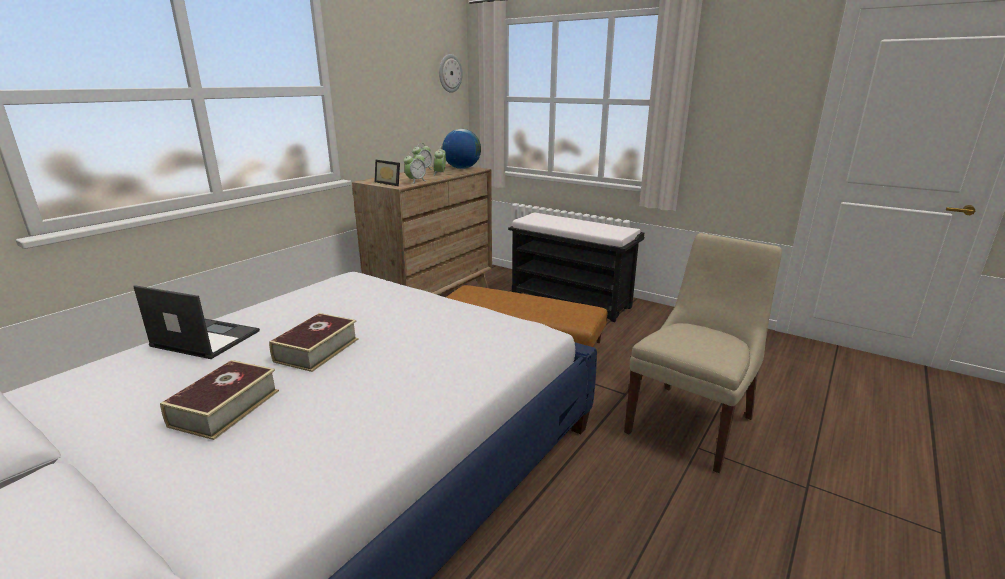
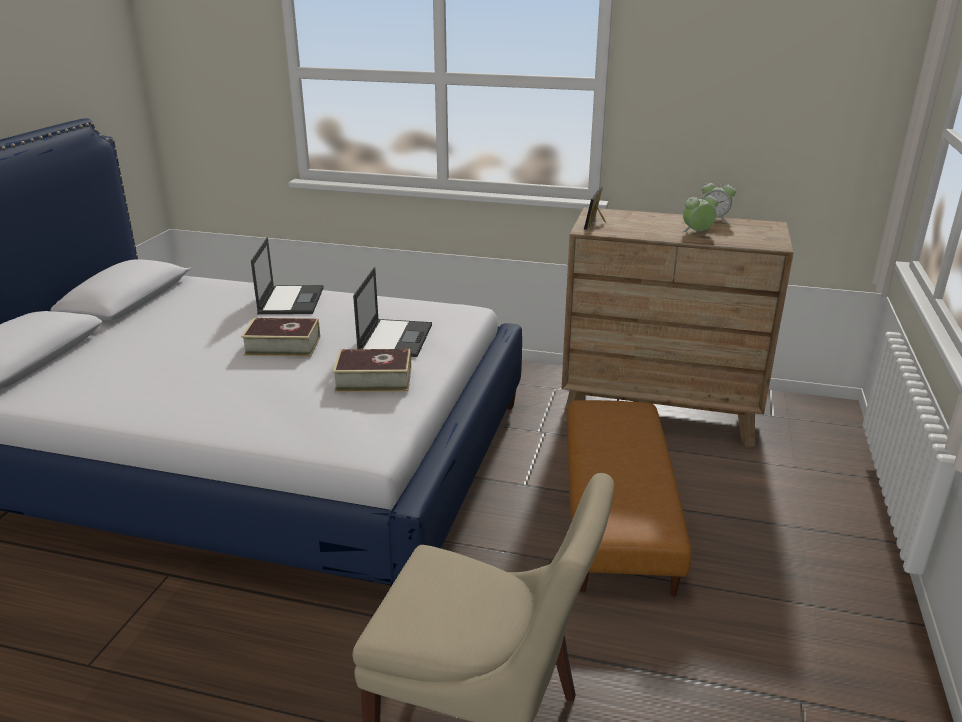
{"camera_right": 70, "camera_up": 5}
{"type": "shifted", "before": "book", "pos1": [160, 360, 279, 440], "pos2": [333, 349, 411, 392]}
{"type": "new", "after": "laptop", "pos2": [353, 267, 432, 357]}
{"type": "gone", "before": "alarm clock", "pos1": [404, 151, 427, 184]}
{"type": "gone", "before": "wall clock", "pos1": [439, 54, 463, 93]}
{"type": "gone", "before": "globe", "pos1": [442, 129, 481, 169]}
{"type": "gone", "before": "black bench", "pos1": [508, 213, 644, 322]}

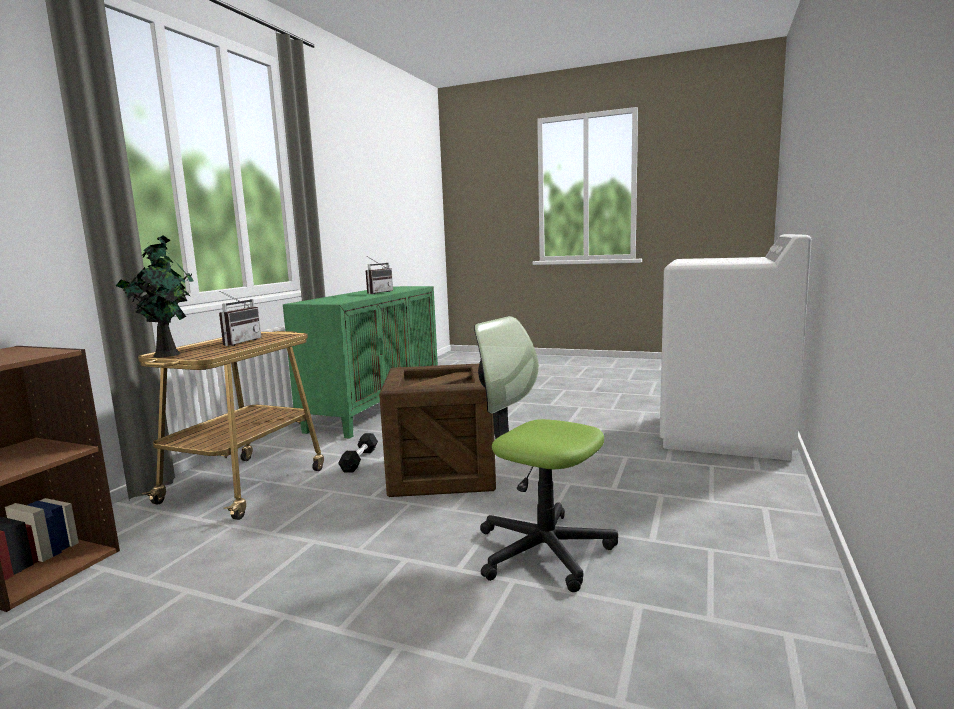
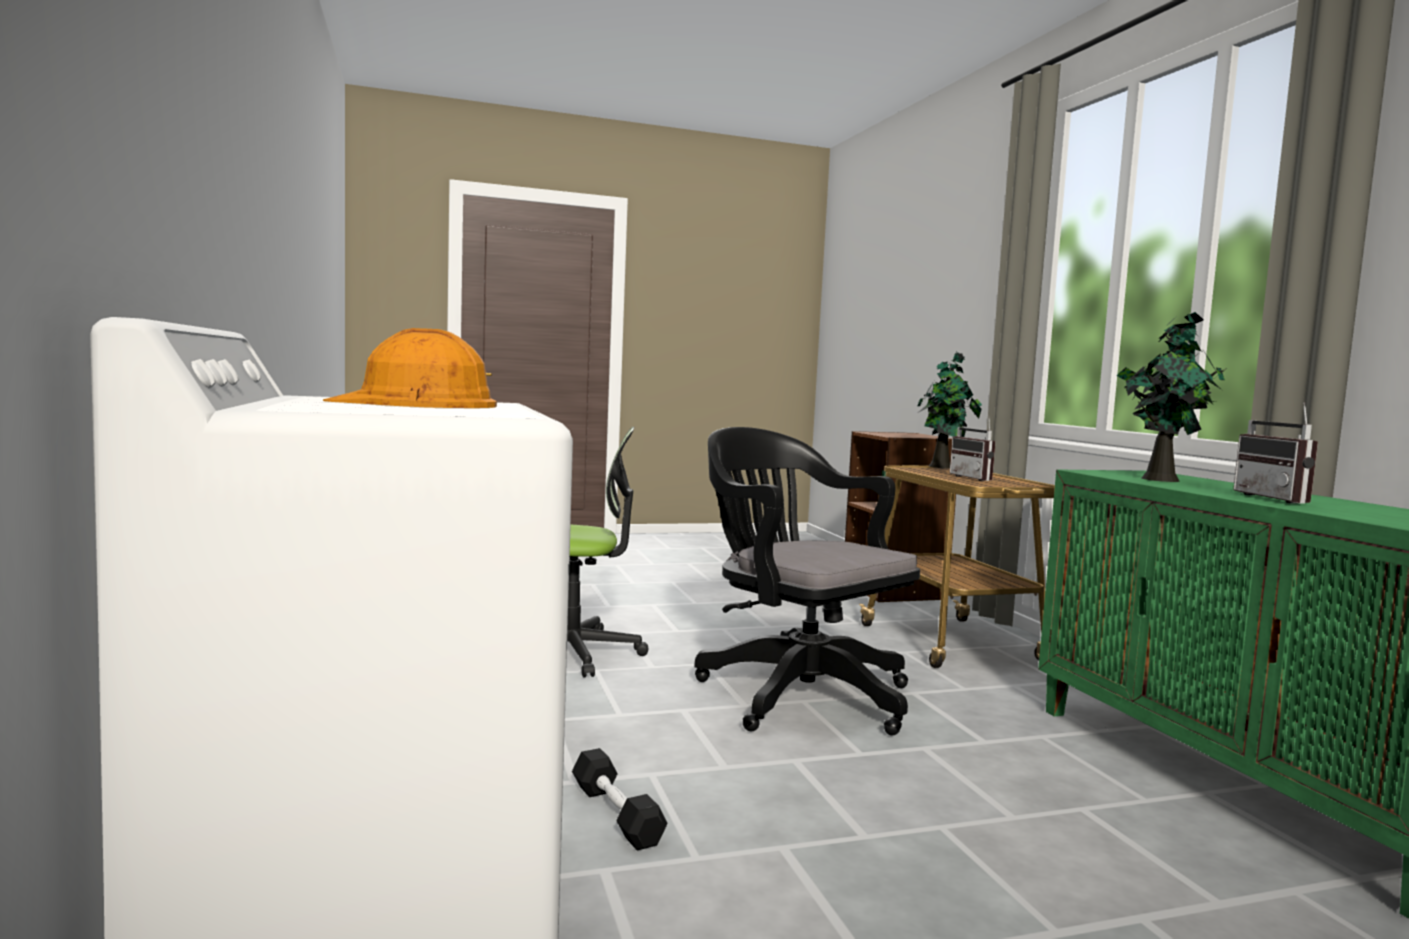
{"camera_right": 140, "camera_up": -5}
{"type": "new", "after": "orange hard hat", "pos2": [323, 328, 497, 408]}
{"type": "shifted", "before": "black dumbbell", "pos1": [338, 433, 378, 473], "pos2": [572, 748, 668, 850]}
{"type": "swapped", "before": "crate", "after": "black office chair", "pos1": [379, 364, 496, 497], "pos2": [694, 427, 920, 736]}
{"type": "new", "after": "potted plant", "pos2": [1116, 312, 1225, 482]}

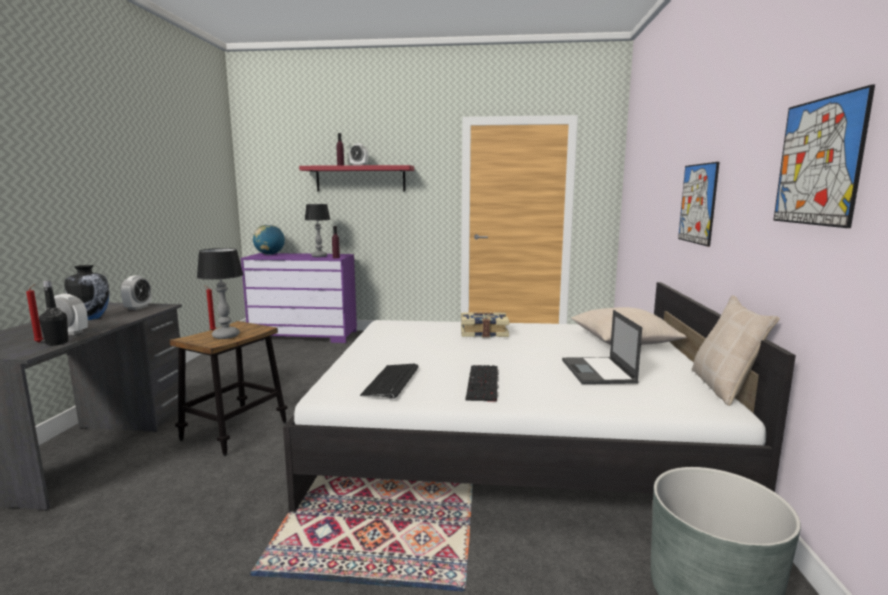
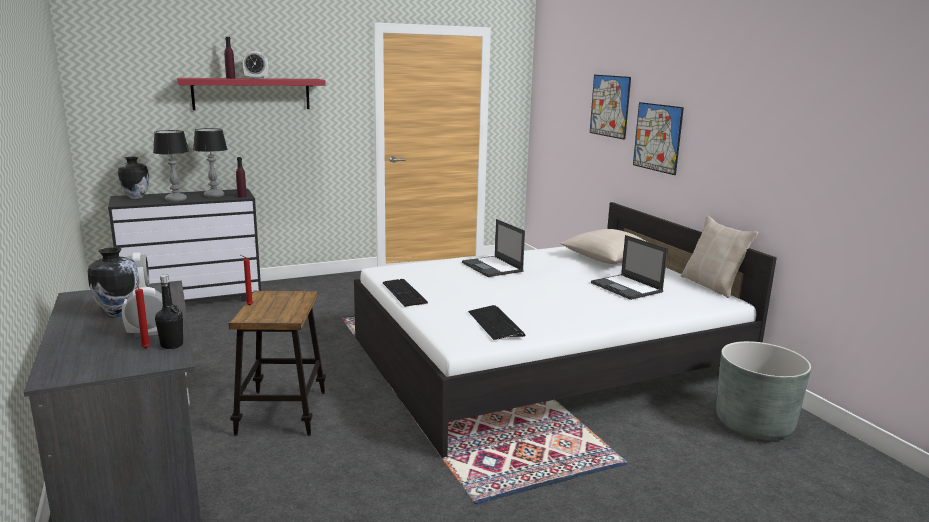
{"camera_right": -30, "camera_up": 5}
{"type": "repainted", "before": "purple dresser", "after": "black dresser", "pos1": [241, 253, 357, 343], "pos2": [108, 189, 261, 302]}
{"type": "swapped", "before": "globe", "after": "vase", "pos1": [253, 224, 285, 255], "pos2": [118, 157, 149, 199]}
{"type": "shifted", "before": "table lamp", "pos1": [197, 248, 244, 339], "pos2": [153, 130, 189, 202]}
{"type": "shifted", "before": "keyboard", "pos1": [465, 365, 499, 402], "pos2": [383, 279, 428, 307]}
{"type": "swapped", "before": "book", "after": "laptop", "pos1": [461, 312, 509, 338], "pos2": [462, 219, 525, 277]}
{"type": "shifted", "before": "picture", "pos1": [773, 84, 875, 228], "pos2": [590, 75, 631, 140]}

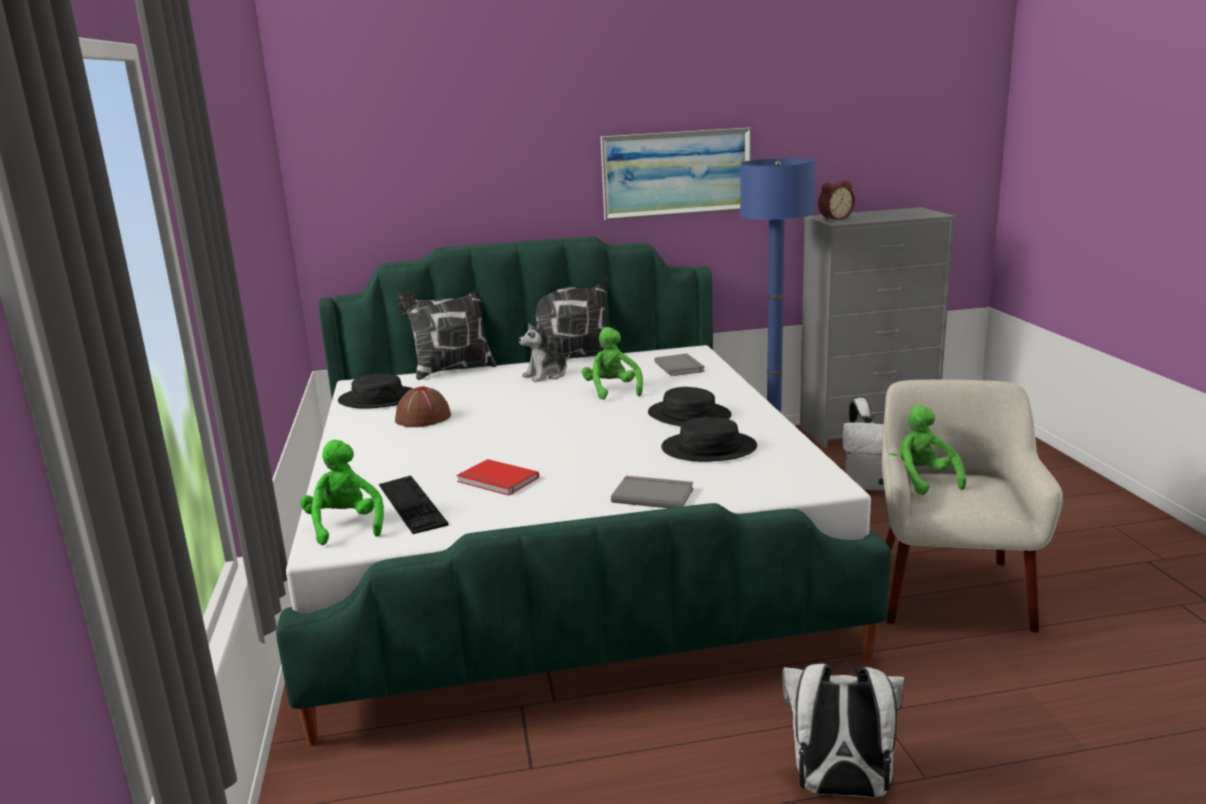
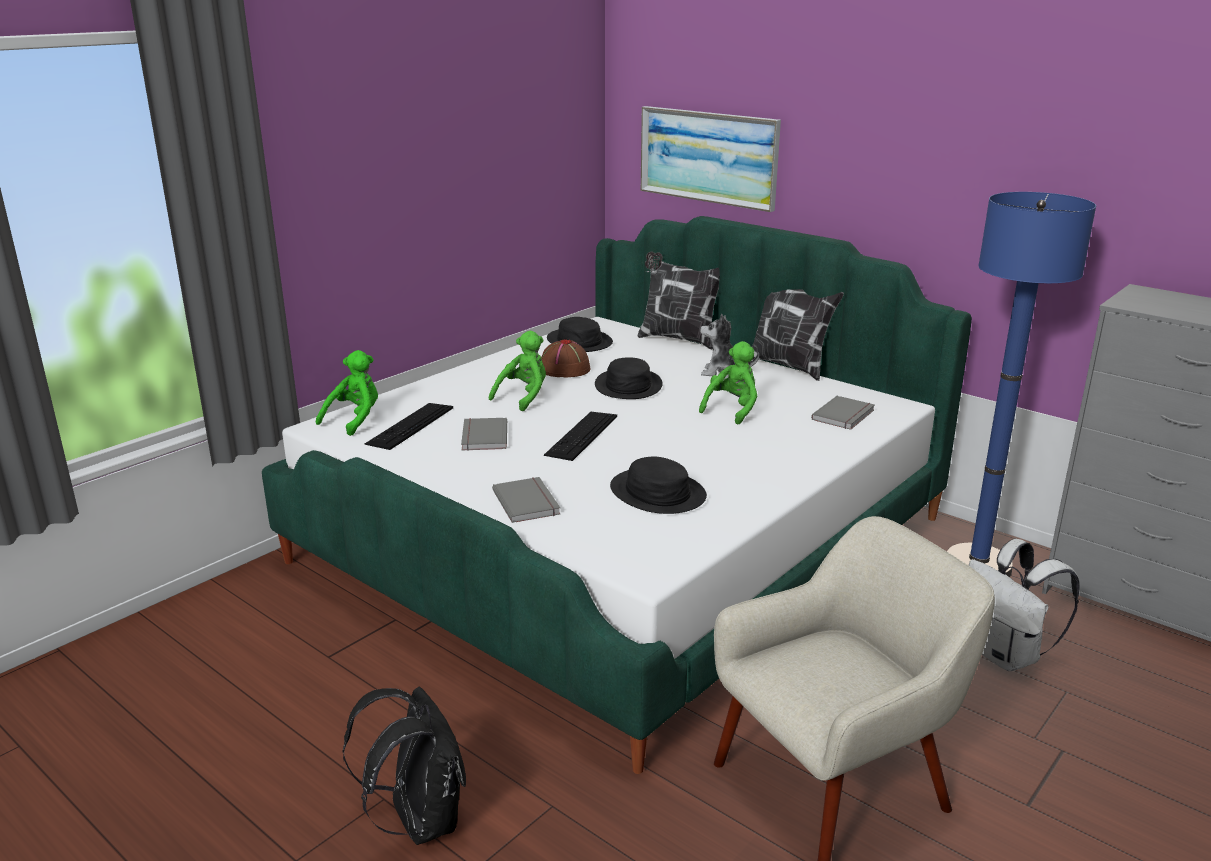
{"camera_right": 50, "camera_up": 5}
{"type": "repainted", "before": "white backpack", "after": "black backpack", "pos1": [782, 661, 904, 797], "pos2": [343, 687, 466, 845]}
{"type": "repainted", "before": "red book", "after": "grey book", "pos1": [456, 459, 539, 496], "pos2": [461, 418, 507, 451]}
{"type": "shifted", "before": "green plush toy", "pos1": [889, 405, 966, 495], "pos2": [489, 331, 546, 411]}
{"type": "new", "after": "keyboard", "pos2": [544, 412, 617, 461]}
{"type": "shifted", "before": "black hat", "pos1": [648, 387, 731, 426], "pos2": [595, 357, 663, 399]}
{"type": "shifted", "before": "picture", "pos1": [601, 128, 751, 220], "pos2": [641, 106, 781, 212]}
{"type": "gone", "before": "alarm clock", "pos1": [818, 180, 855, 221]}

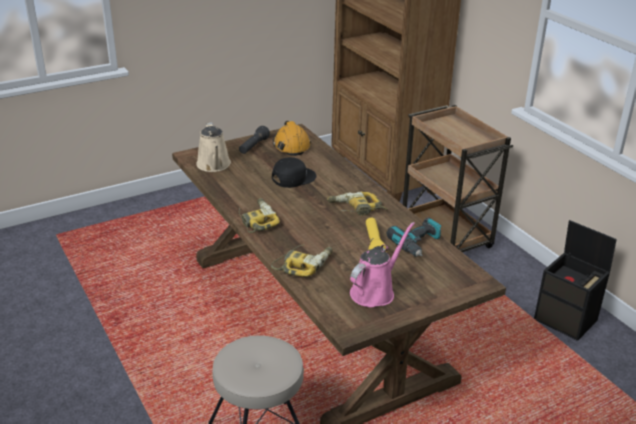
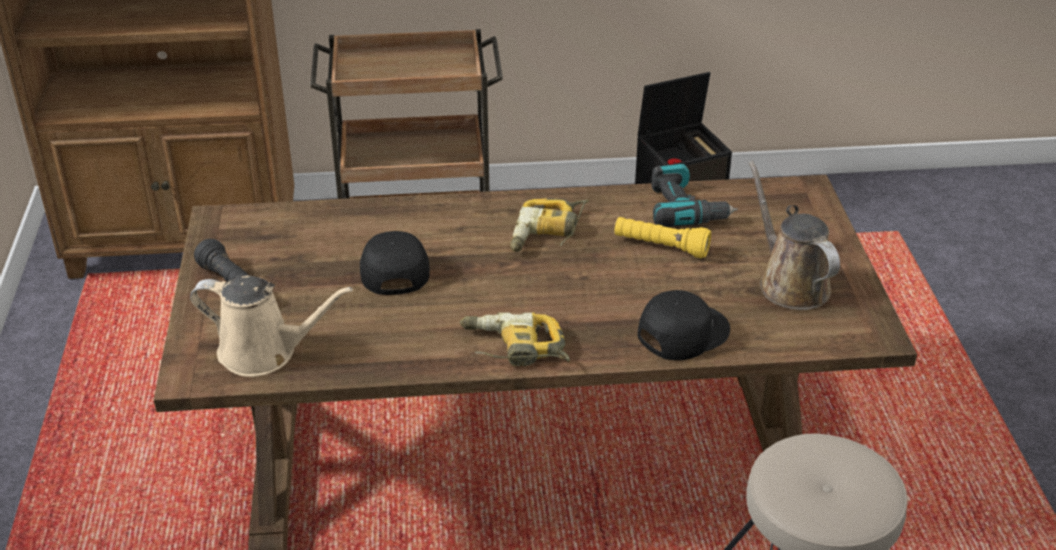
{"camera_right": -65, "camera_up": 5}
{"type": "swapped", "before": "power drill", "after": "black cap", "pos1": [271, 245, 333, 277], "pos2": [638, 290, 730, 360]}
{"type": "repainted", "before": "pink watering can", "after": "brown watering can", "pos1": [350, 222, 415, 307], "pos2": [748, 161, 840, 310]}
{"type": "gone", "before": "orange hard hat", "pos1": [273, 121, 311, 156]}

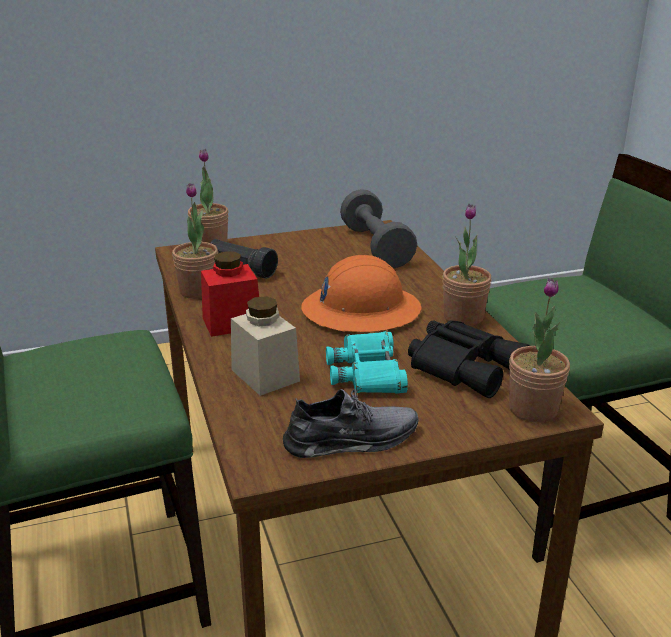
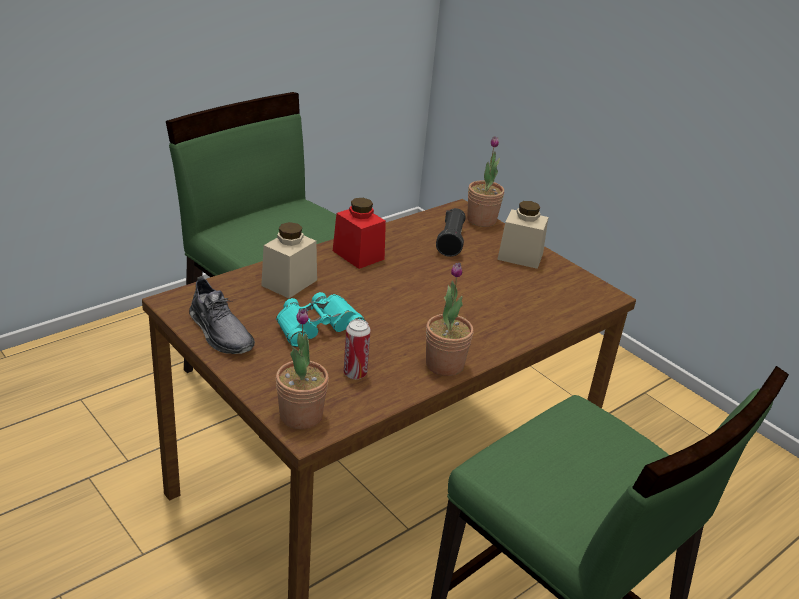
{"camera_right": 65, "camera_up": 5}
{"type": "swapped", "before": "black binoculars", "after": "can", "pos1": [408, 320, 531, 398], "pos2": [344, 319, 371, 379]}
{"type": "new", "after": "beige jar", "pos2": [497, 201, 548, 269]}
{"type": "gone", "before": "potted plant", "pos1": [172, 183, 218, 299]}
{"type": "gone", "before": "orange hard hat", "pos1": [301, 255, 421, 332]}
{"type": "gone", "before": "grey dumbbell", "pos1": [340, 189, 417, 268]}

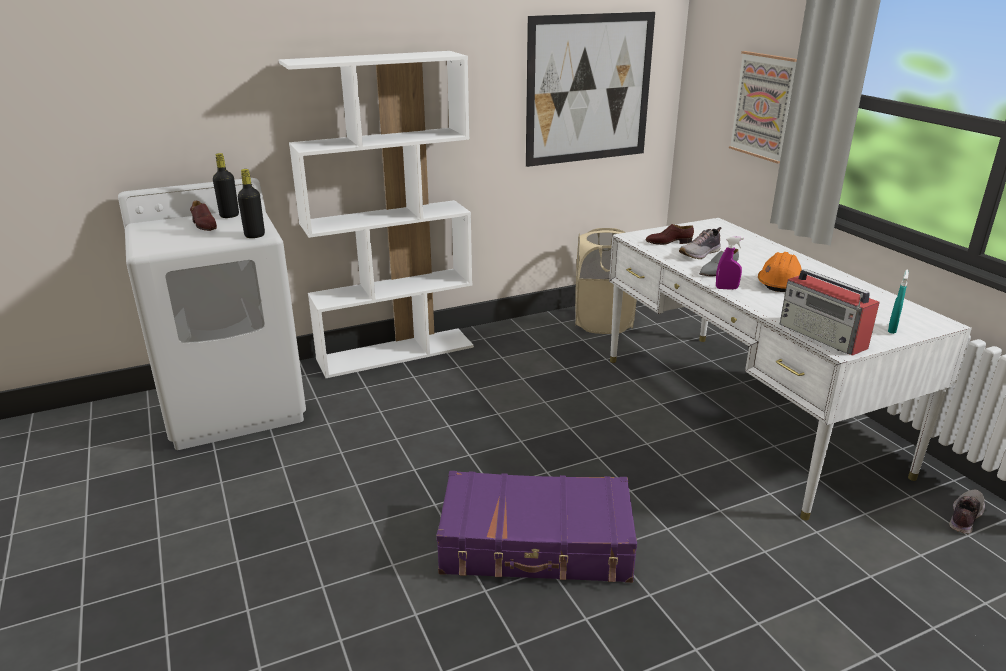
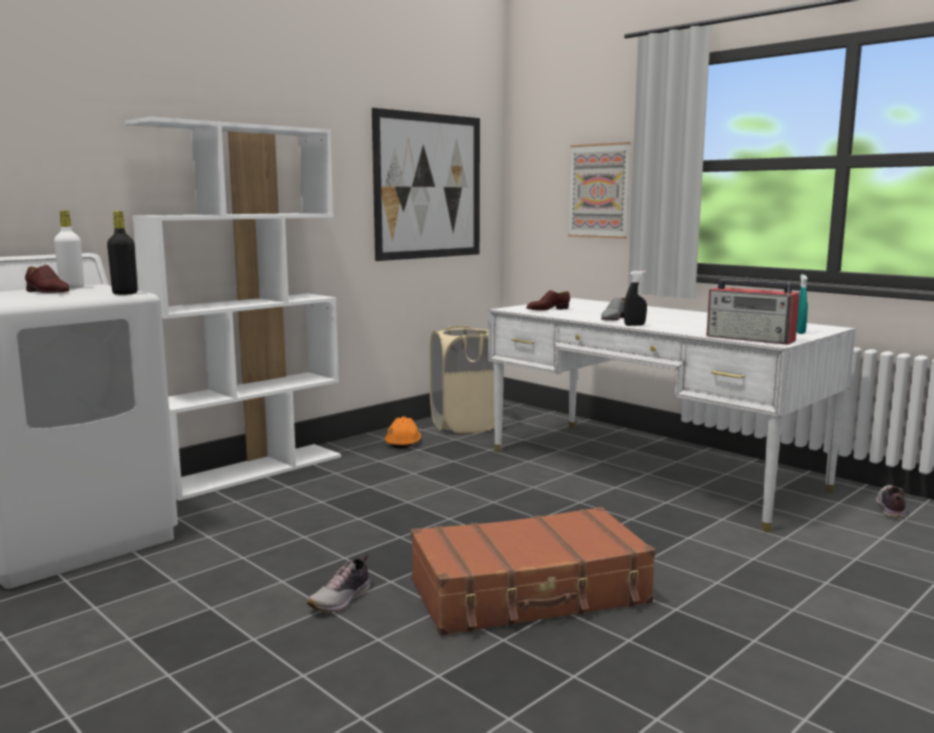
{"camera_right": -20, "camera_up": -15}
{"type": "repainted", "before": "black bottle", "after": "white bottle", "pos1": [213, 153, 239, 218], "pos2": [54, 210, 84, 289]}
{"type": "shifted", "before": "shoe", "pos1": [679, 227, 722, 259], "pos2": [307, 554, 370, 613]}
{"type": "shifted", "before": "orange hard hat", "pos1": [758, 252, 802, 292], "pos2": [385, 416, 421, 449]}
{"type": "repainted", "before": "purple suitcase", "after": "brown suitcase", "pos1": [436, 471, 637, 583], "pos2": [411, 507, 655, 636]}
{"type": "repainted", "before": "purple spray bottle", "after": "black spray bottle", "pos1": [716, 237, 744, 290], "pos2": [624, 271, 647, 326]}

